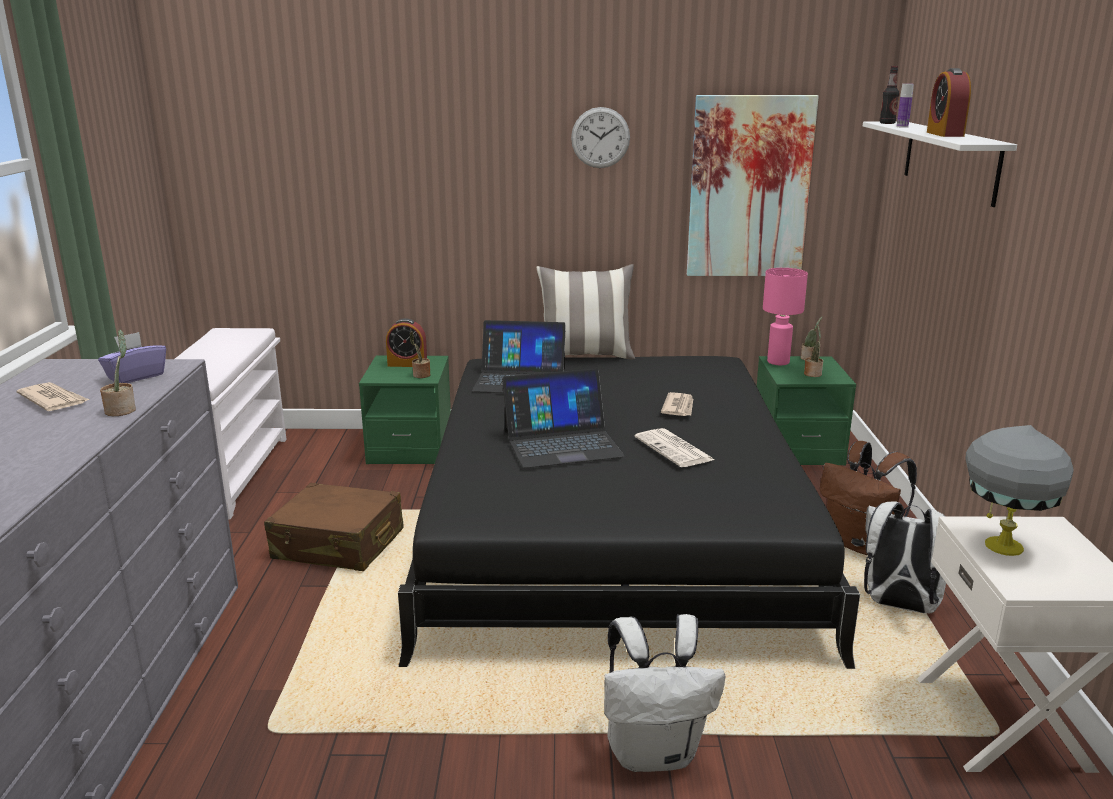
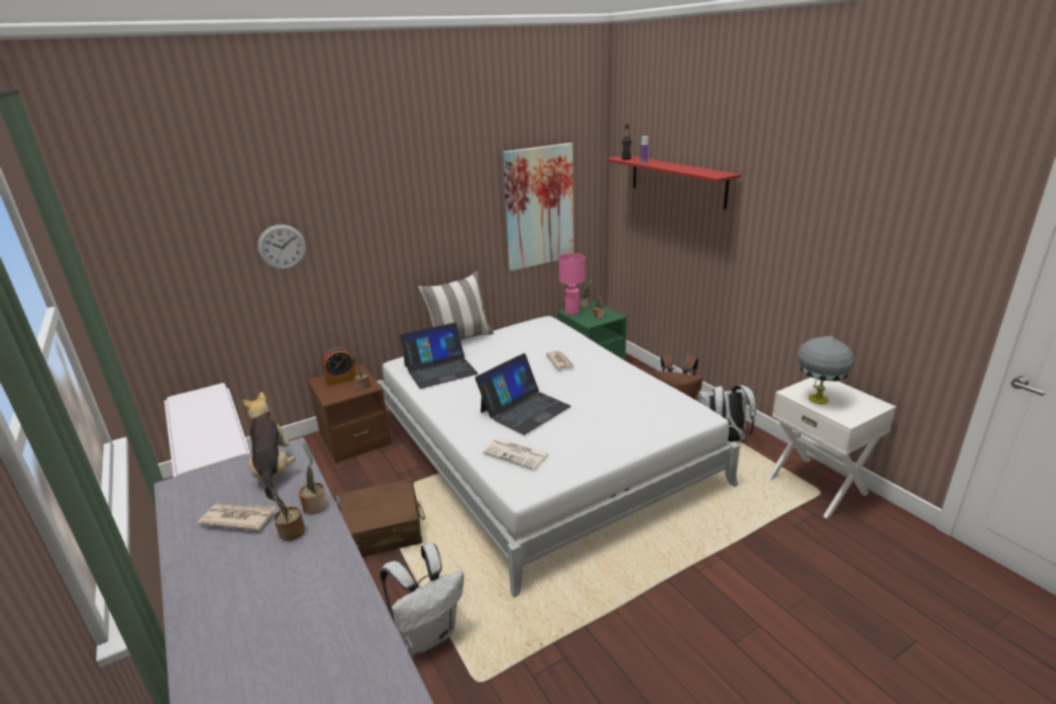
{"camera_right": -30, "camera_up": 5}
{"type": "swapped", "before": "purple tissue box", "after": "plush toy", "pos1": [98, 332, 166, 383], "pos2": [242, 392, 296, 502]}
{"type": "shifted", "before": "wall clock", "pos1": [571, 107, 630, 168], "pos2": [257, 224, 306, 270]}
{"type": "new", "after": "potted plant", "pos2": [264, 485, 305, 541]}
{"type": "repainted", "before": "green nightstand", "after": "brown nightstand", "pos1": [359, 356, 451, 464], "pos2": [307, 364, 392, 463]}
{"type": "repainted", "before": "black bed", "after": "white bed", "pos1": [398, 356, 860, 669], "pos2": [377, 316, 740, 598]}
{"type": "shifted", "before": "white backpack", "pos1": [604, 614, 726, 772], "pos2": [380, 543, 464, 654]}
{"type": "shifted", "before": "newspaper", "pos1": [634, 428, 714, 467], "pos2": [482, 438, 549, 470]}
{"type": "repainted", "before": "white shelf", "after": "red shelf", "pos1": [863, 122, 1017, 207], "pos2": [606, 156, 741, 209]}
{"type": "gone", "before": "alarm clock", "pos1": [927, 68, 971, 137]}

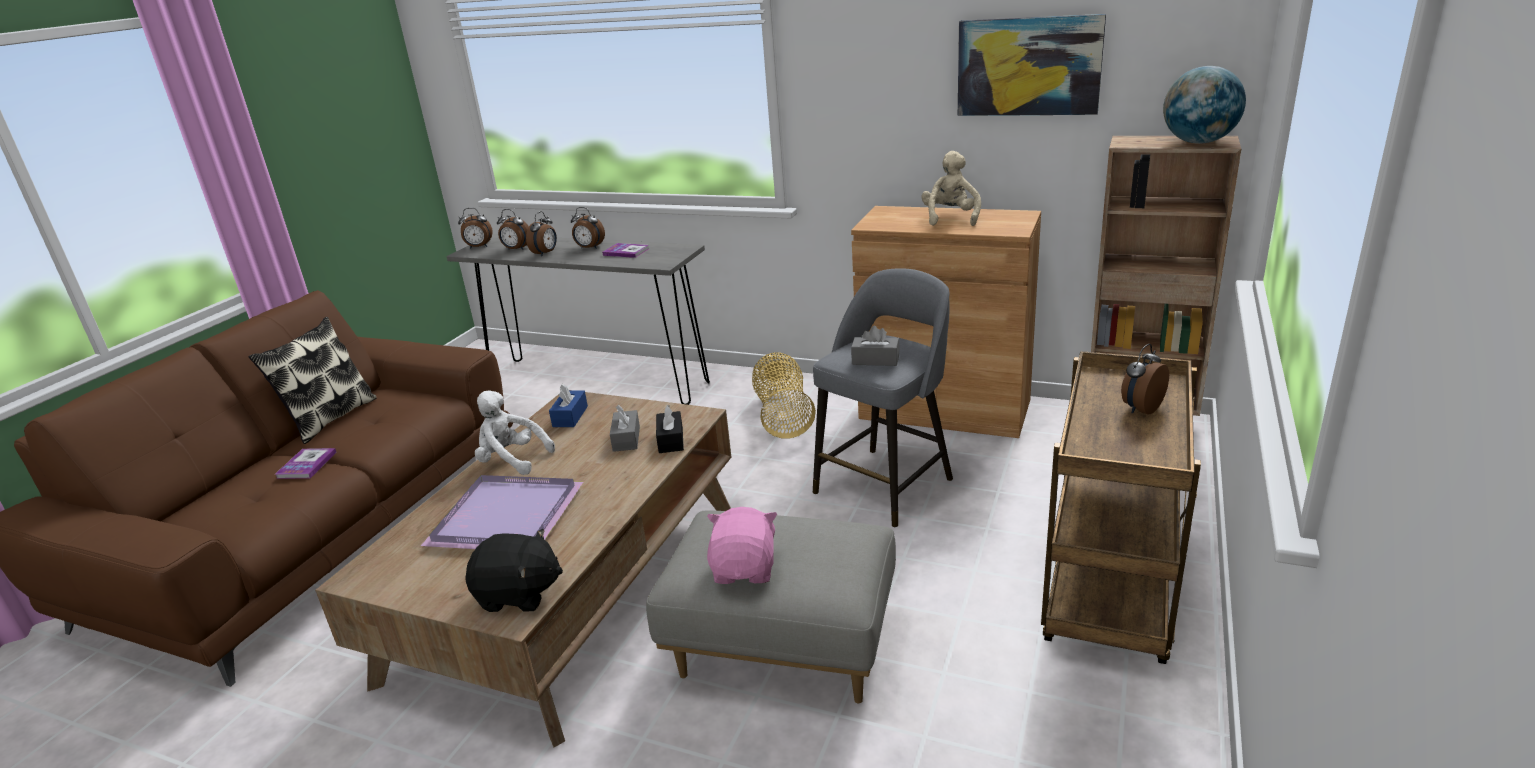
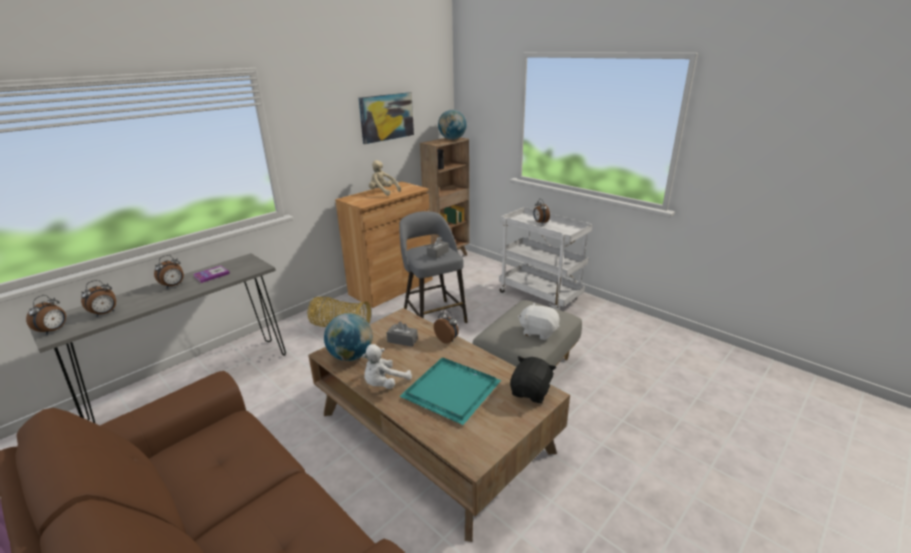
{"camera_right": -70, "camera_up": 0}
{"type": "swapped", "before": "blue tissue box", "after": "globe", "pos1": [549, 384, 588, 427], "pos2": [324, 313, 373, 361]}
{"type": "repainted", "before": "purple tray", "after": "turquoise tray", "pos1": [421, 475, 583, 549], "pos2": [399, 357, 501, 425]}
{"type": "shifted", "before": "alarm clock", "pos1": [526, 211, 557, 256], "pos2": [434, 309, 459, 344]}
{"type": "repainted", "before": "brown cart", "after": "white cart", "pos1": [1041, 351, 1201, 664], "pos2": [499, 207, 592, 310]}
{"type": "repainted", "before": "pink plush toy", "after": "white plush toy", "pos1": [707, 507, 777, 584], "pos2": [518, 302, 560, 340]}
{"type": "gone", "before": "pillow", "pos1": [249, 317, 377, 444]}
{"type": "gone", "before": "book", "pos1": [275, 448, 337, 479]}
{"type": "gone", "before": "black tissue box", "pos1": [656, 405, 684, 453]}

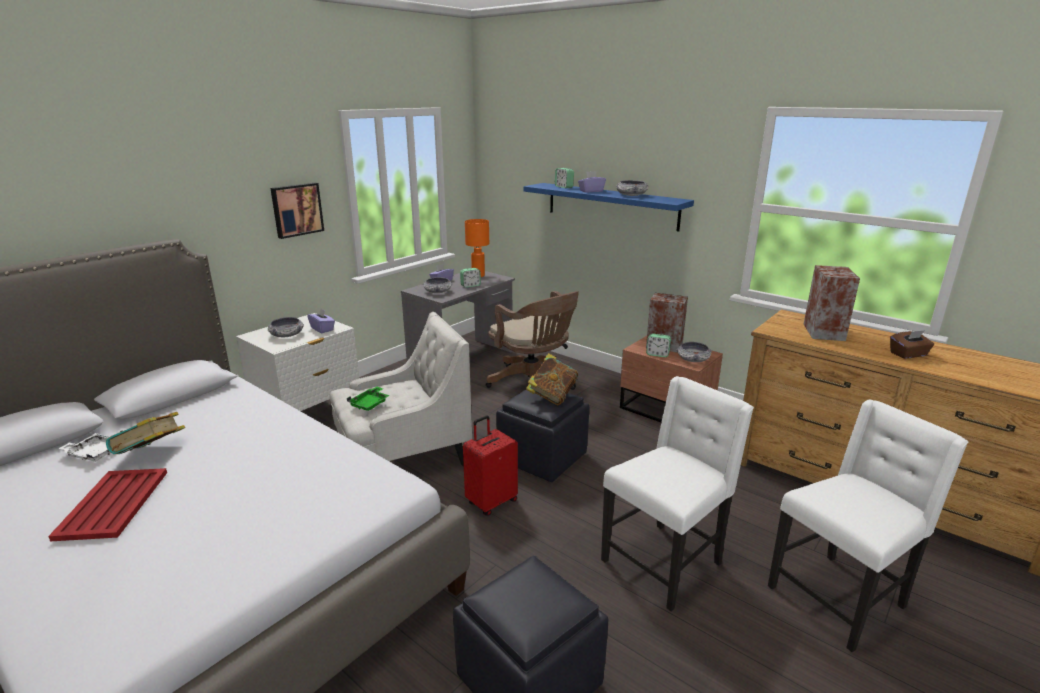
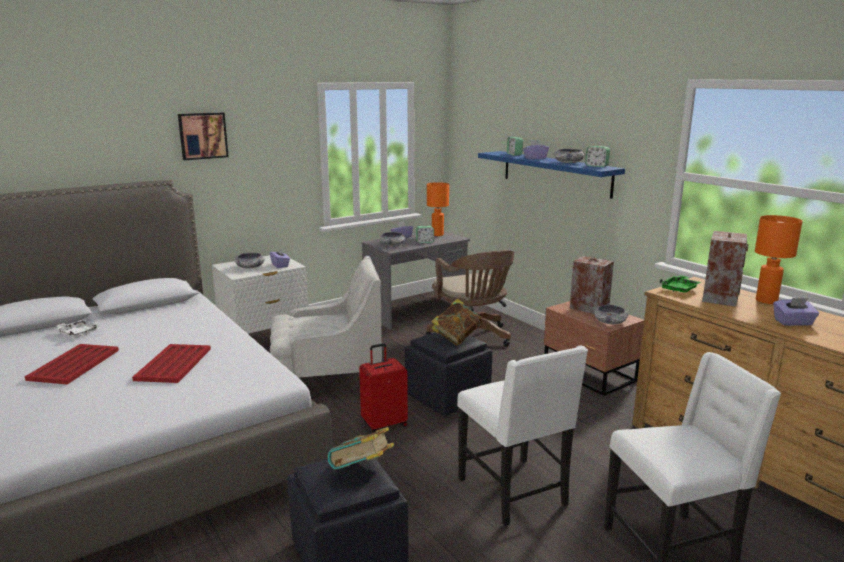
{"camera_right": 15, "camera_up": -5}
{"type": "new", "after": "red tray", "pos2": [132, 344, 211, 383]}
{"type": "shifted", "before": "picture", "pos1": [270, 183, 324, 239], "pos2": [178, 112, 229, 160]}
{"type": "shifted", "before": "book", "pos1": [106, 412, 185, 454], "pos2": [328, 427, 394, 470]}
{"type": "rotated", "before": "white chair", "pos1": [601, 376, 754, 611], "pos2": [457, 346, 588, 526], "turn": 90}
{"type": "shifted", "before": "alarm clock", "pos1": [646, 333, 671, 357], "pos2": [585, 146, 610, 167]}
{"type": "shifted", "before": "green tray", "pos1": [347, 386, 390, 411], "pos2": [660, 275, 701, 293]}
{"type": "new", "after": "orange table lamp", "pos2": [755, 215, 803, 304]}
{"type": "repainted", "before": "brown tissue box", "after": "purple tissue box", "pos1": [890, 330, 934, 359], "pos2": [773, 298, 819, 326]}

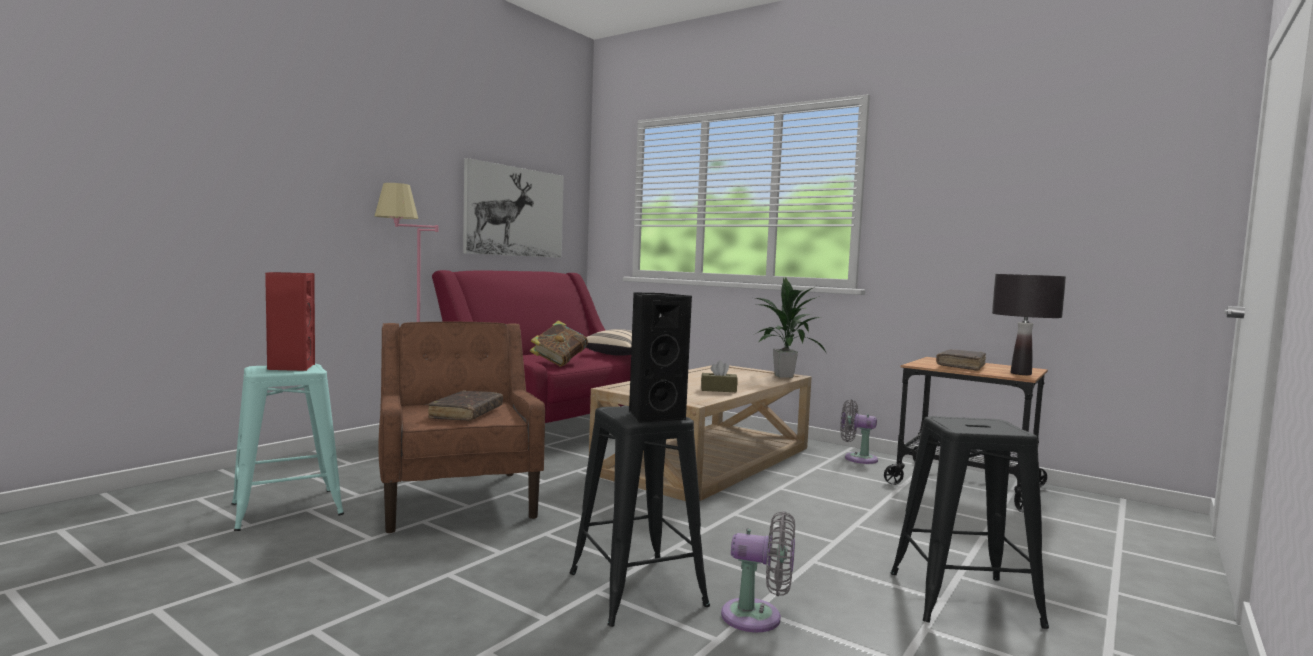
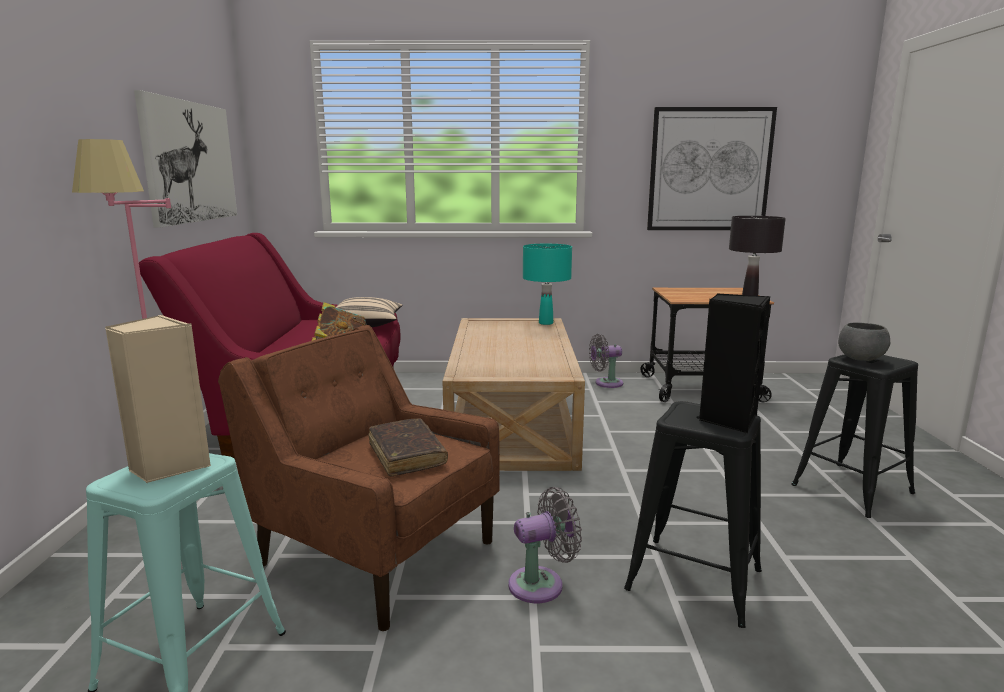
{"camera_right": -35, "camera_up": 10}
{"type": "repainted", "before": "red speaker", "after": "beige speaker", "pos1": [265, 272, 315, 371], "pos2": [105, 315, 211, 483]}
{"type": "shifted", "before": "grey fan", "pos1": [721, 511, 795, 632], "pos2": [508, 487, 582, 603]}
{"type": "swapped", "before": "potted plant", "after": "turquoise table lamp", "pos1": [756, 278, 827, 378], "pos2": [523, 244, 572, 325]}
{"type": "new", "after": "picture", "pos2": [647, 107, 777, 230]}
{"type": "new", "after": "grey bowl", "pos2": [838, 323, 890, 361]}
{"type": "gone", "before": "brown tissue box", "pos1": [701, 361, 738, 392]}
{"type": "gone", "before": "brown book", "pos1": [936, 349, 986, 371]}

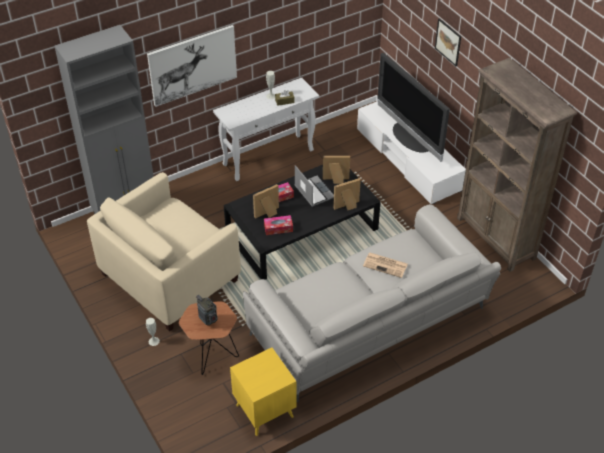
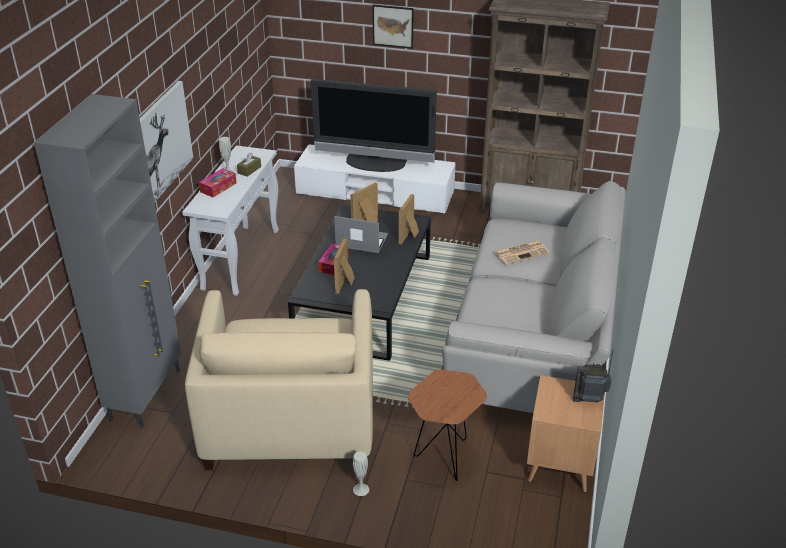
{"camera_right": -45, "camera_up": -10}
{"type": "shifted", "before": "tissue box", "pos1": [264, 215, 293, 235], "pos2": [199, 168, 237, 197]}
{"type": "repainted", "before": "yellow side table", "after": "brown side table", "pos1": [230, 347, 297, 436], "pos2": [527, 375, 605, 492]}
{"type": "shifted", "before": "radio", "pos1": [196, 295, 218, 325], "pos2": [572, 350, 613, 403]}

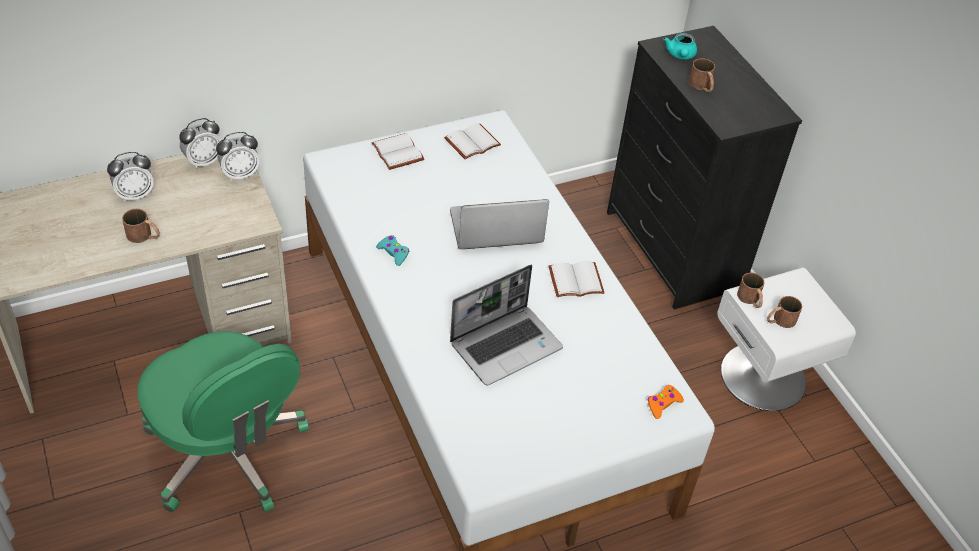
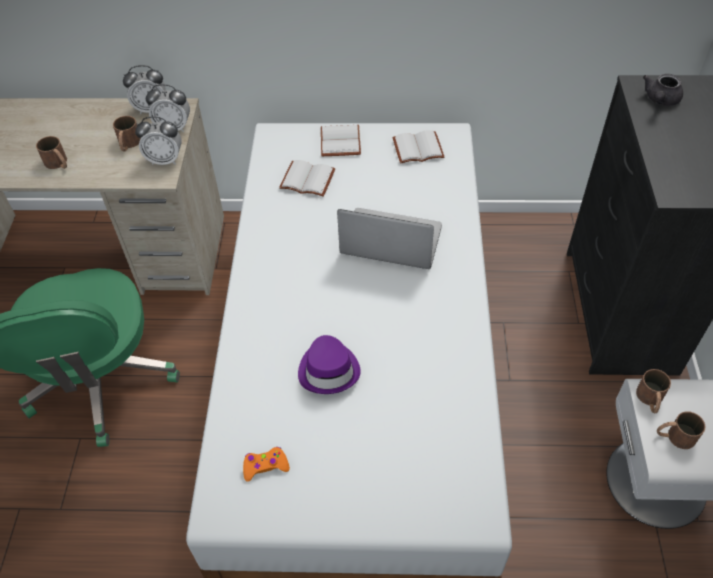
{"camera_right": 30, "camera_up": 5}
{"type": "shifted", "before": "brown mug", "pos1": [689, 58, 715, 92], "pos2": [113, 116, 141, 152]}
{"type": "shifted", "before": "alarm clock", "pos1": [107, 152, 154, 202], "pos2": [135, 116, 182, 165]}
{"type": "shifted", "before": "orange game controller", "pos1": [647, 385, 684, 419], "pos2": [243, 447, 290, 482]}
{"type": "shifted", "before": "white book", "pos1": [549, 261, 604, 297], "pos2": [279, 160, 335, 197]}
{"type": "swapped", "before": "laptop", "after": "purple hat", "pos1": [450, 265, 563, 386], "pos2": [298, 335, 361, 394]}
{"type": "repainted", "before": "turquoise teapot", "after": "grey teapot", "pos1": [664, 33, 697, 59], "pos2": [643, 74, 683, 106]}
{"type": "gone", "before": "turquoise game controller", "pos1": [376, 235, 410, 266]}

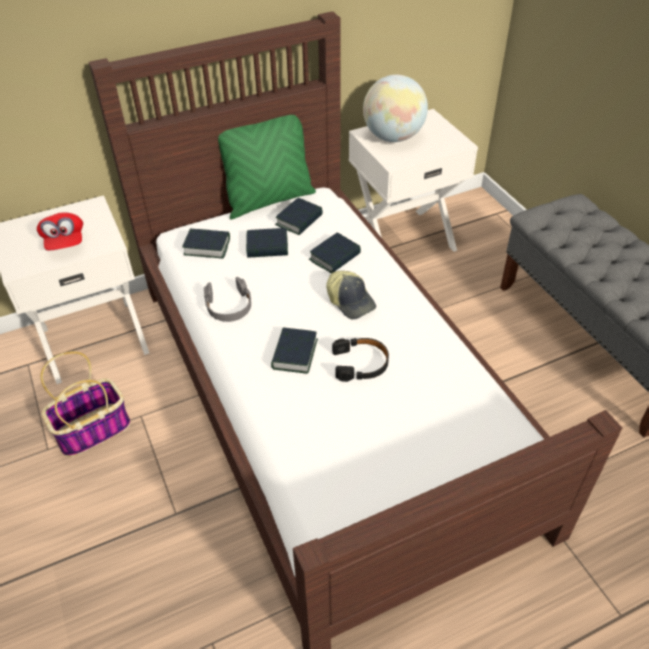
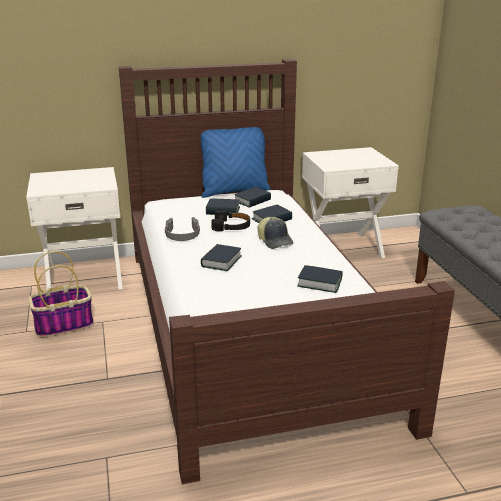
{"camera_right": 10, "camera_up": -20}
{"type": "repainted", "before": "green pillow", "after": "blue pillow", "pos1": [218, 115, 316, 219], "pos2": [200, 127, 271, 198]}
{"type": "shifted", "before": "black headphones", "pos1": [332, 338, 389, 382], "pos2": [211, 210, 250, 231]}
{"type": "shifted", "before": "book", "pos1": [182, 228, 230, 259], "pos2": [297, 265, 343, 293]}
{"type": "gone", "before": "red cap", "pos1": [37, 212, 83, 250]}
{"type": "gone", "before": "globe", "pos1": [363, 75, 428, 142]}

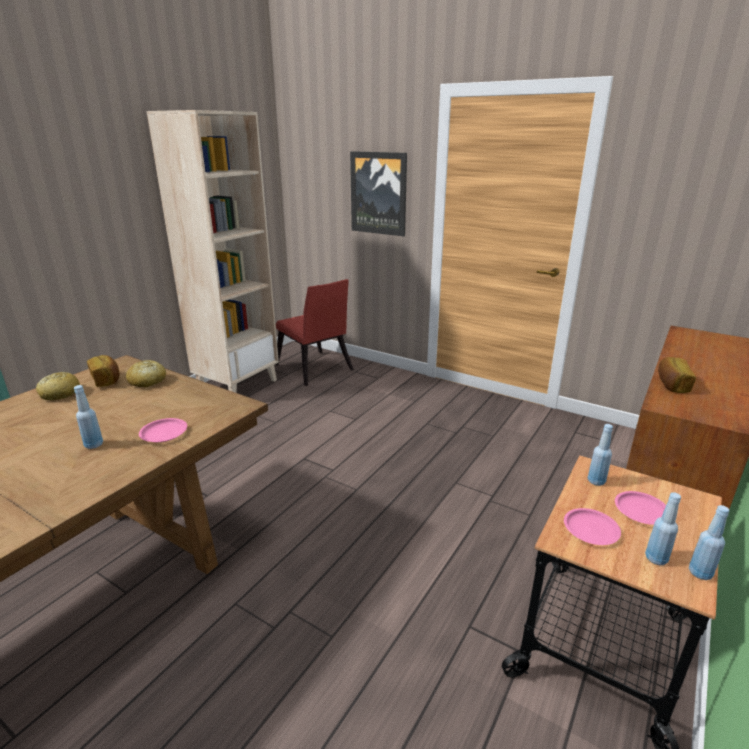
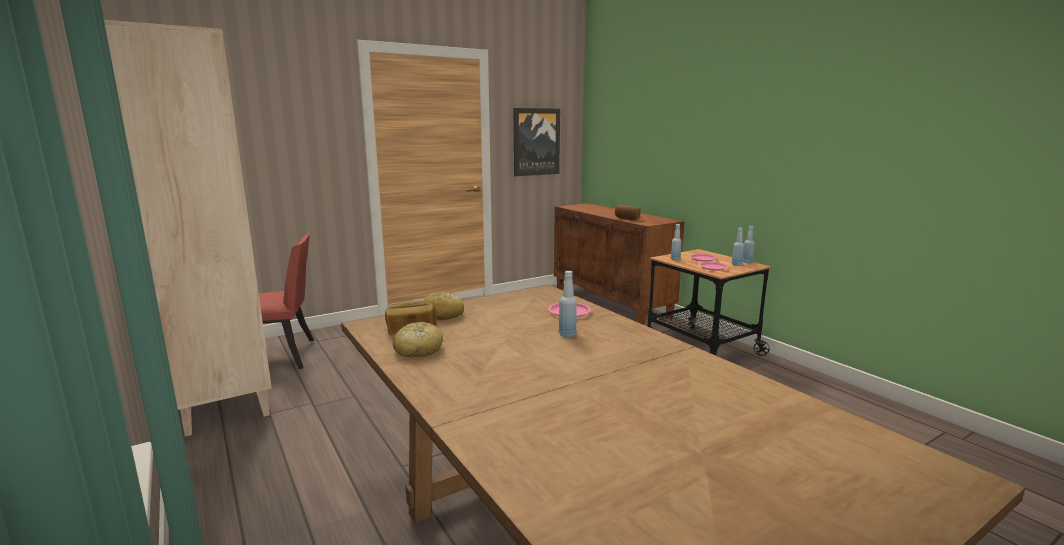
{"camera_right": -65, "camera_up": -10}
{"type": "shifted", "before": "picture", "pos1": [350, 151, 407, 236], "pos2": [514, 108, 560, 176]}

